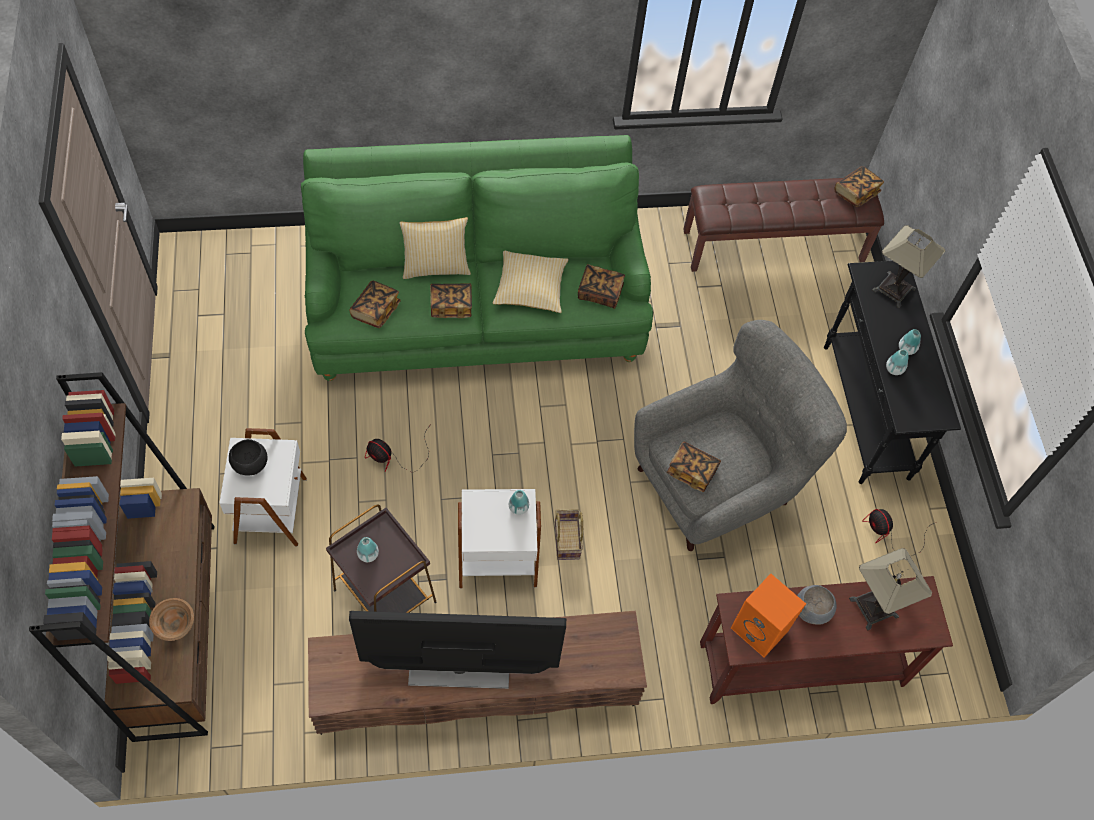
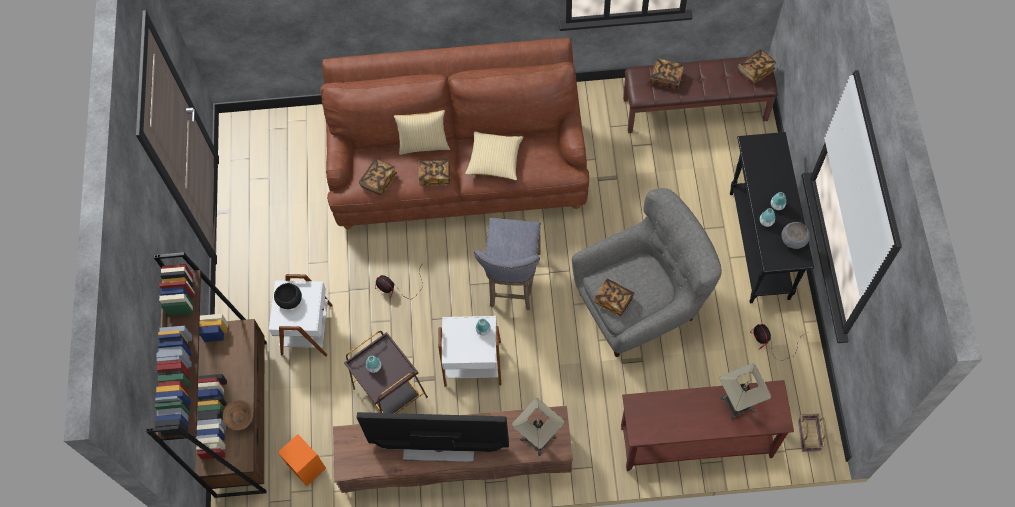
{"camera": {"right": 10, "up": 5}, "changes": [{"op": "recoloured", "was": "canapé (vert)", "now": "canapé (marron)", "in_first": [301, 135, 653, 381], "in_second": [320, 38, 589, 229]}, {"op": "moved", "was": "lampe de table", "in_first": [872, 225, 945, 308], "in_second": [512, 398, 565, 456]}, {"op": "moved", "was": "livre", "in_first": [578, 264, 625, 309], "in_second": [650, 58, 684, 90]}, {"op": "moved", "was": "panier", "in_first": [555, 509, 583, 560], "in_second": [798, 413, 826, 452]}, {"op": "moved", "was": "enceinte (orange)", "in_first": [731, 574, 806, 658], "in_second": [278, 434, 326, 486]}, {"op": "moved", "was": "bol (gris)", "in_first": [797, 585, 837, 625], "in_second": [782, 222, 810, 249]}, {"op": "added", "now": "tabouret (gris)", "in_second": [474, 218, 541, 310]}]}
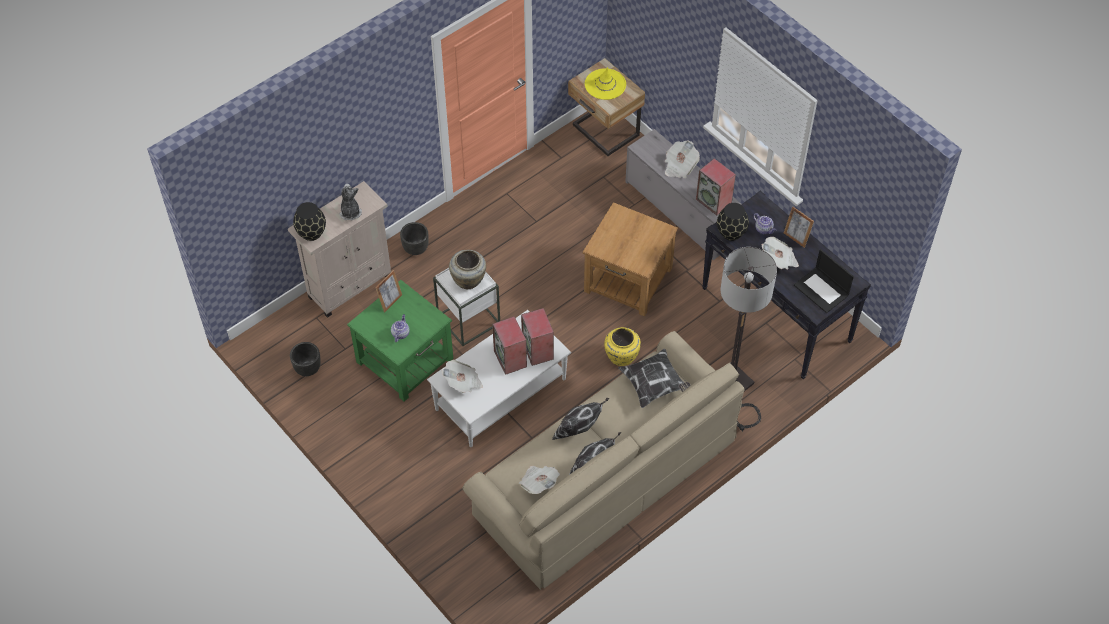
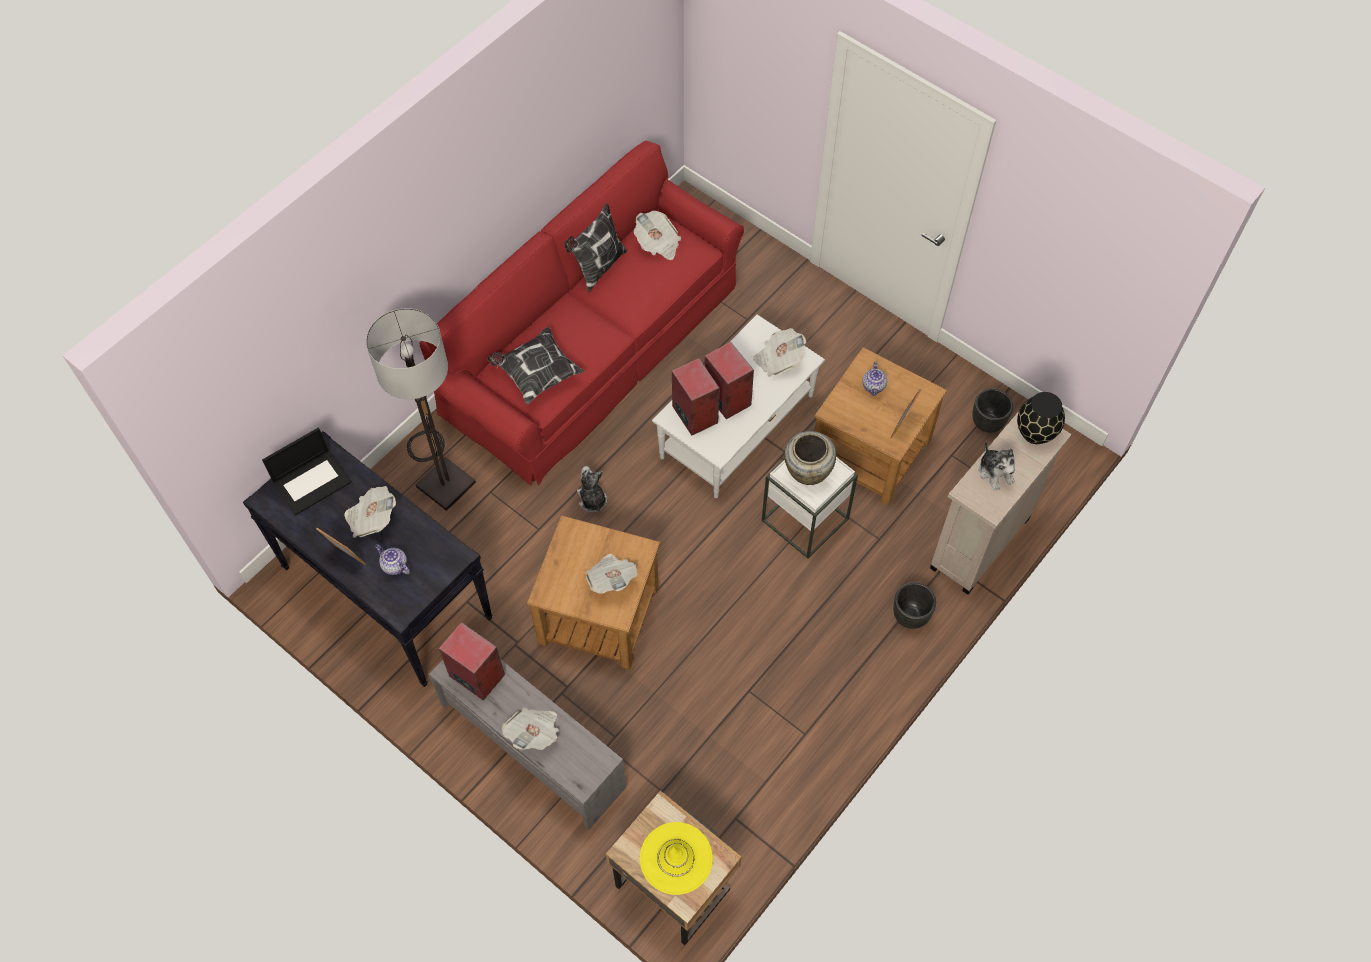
{"camera": {"right": 170, "up": 5}, "changes": [{"op": "removed", "was": "vase (noir)", "in_first": [717, 203, 749, 241]}, {"op": "turned", "was": "ordinateur portable", "in_first": [794, 249, 854, 313], "in_second": [262, 428, 351, 516], "clockwise": 105}, {"op": "recoloured", "was": "table d'appoint (vert)", "now": "table d'appoint (marron)", "in_first": [347, 280, 453, 402], "in_second": [814, 348, 947, 506]}, {"op": "replaced", "was": "vase (jaune)", "now": "peluche", "in_first": [604, 327, 641, 366], "in_second": [577, 466, 607, 513]}, {"op": "recoloured", "was": "canapé (beige)", "now": "canapé (rouge)", "in_first": [463, 331, 745, 590], "in_second": [420, 141, 744, 486]}, {"op": "removed", "was": "coussin", "in_first": [552, 398, 610, 440]}, {"op": "added", "now": "journal", "in_second": [585, 554, 637, 594]}]}
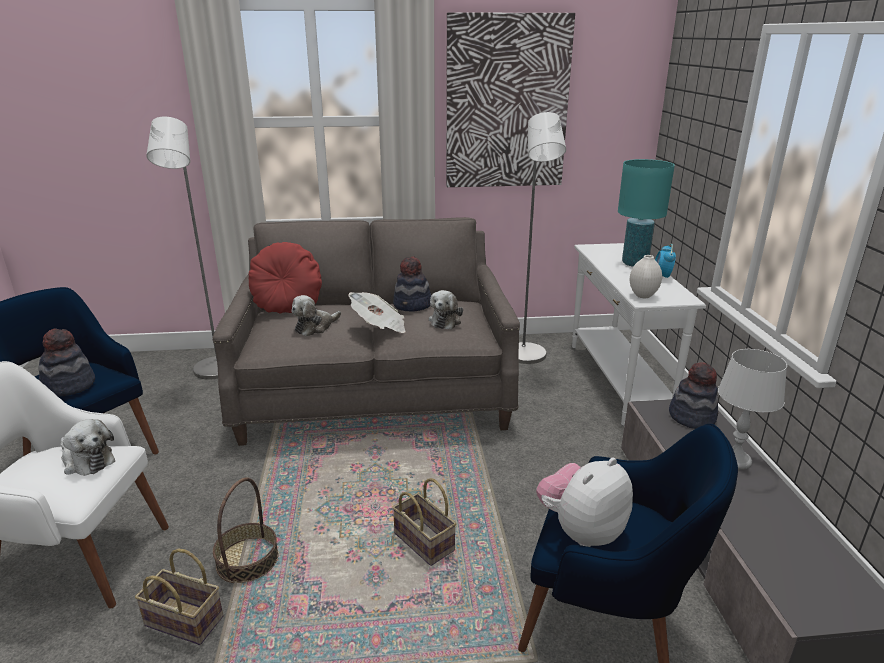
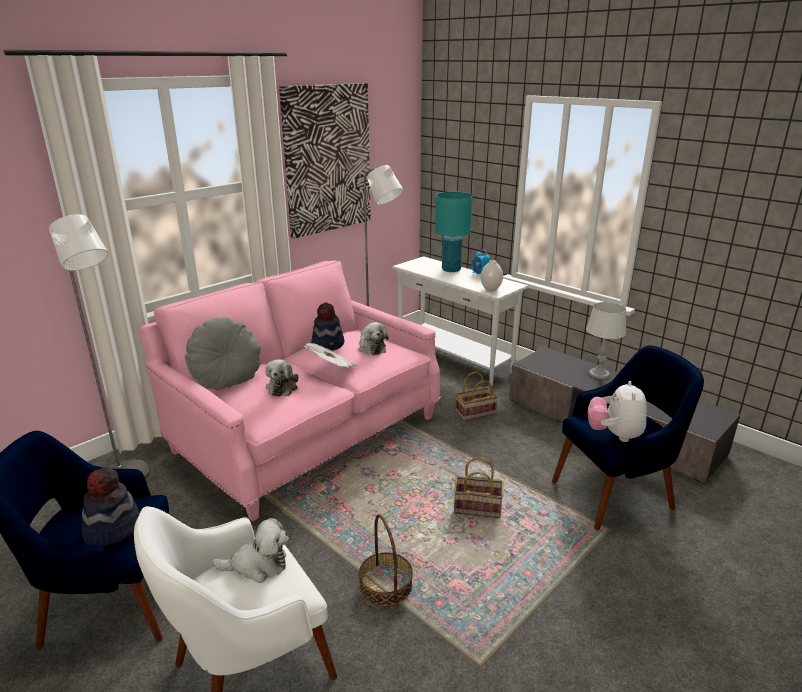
{"camera": {"right": -40, "up": 0}, "changes": [{"op": "recoloured", "was": "canapé (gris)", "now": "canapé (rose)", "in_first": [213, 217, 520, 446], "in_second": [139, 261, 441, 522]}, {"op": "recoloured", "was": "coussin (rouge)", "now": "coussin (gris)", "in_first": [249, 242, 322, 313], "in_second": [185, 317, 261, 390]}, {"op": "removed", "was": "chapeau", "in_first": [669, 362, 719, 429]}, {"op": "moved", "was": "panier", "in_first": [135, 548, 224, 645], "in_second": [455, 372, 498, 421]}]}
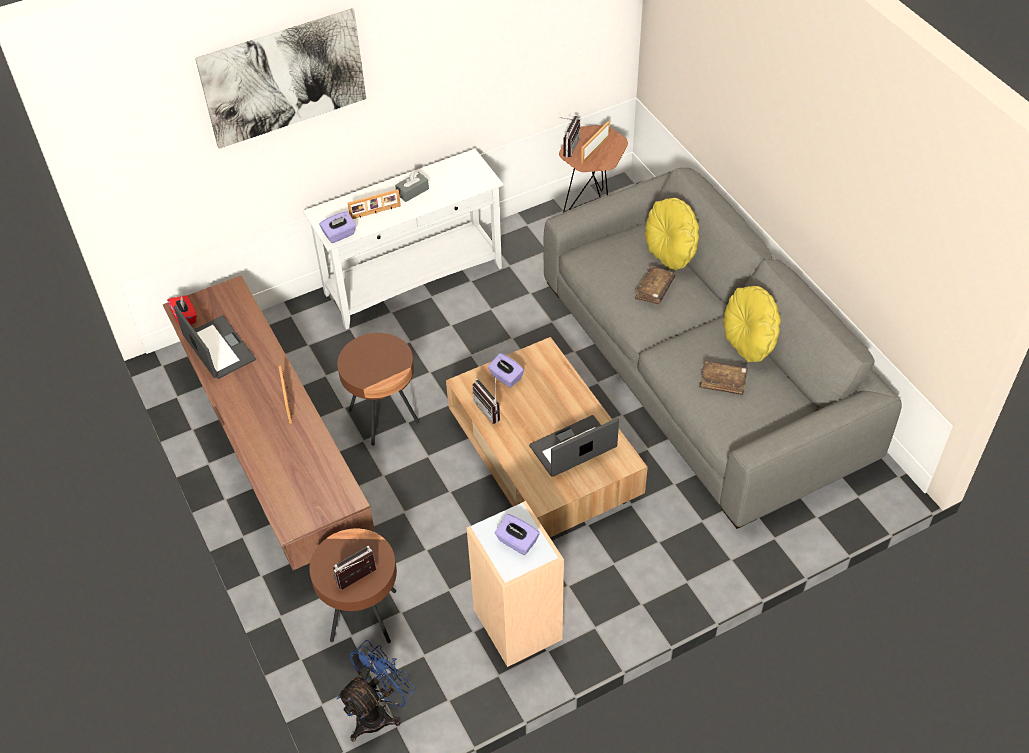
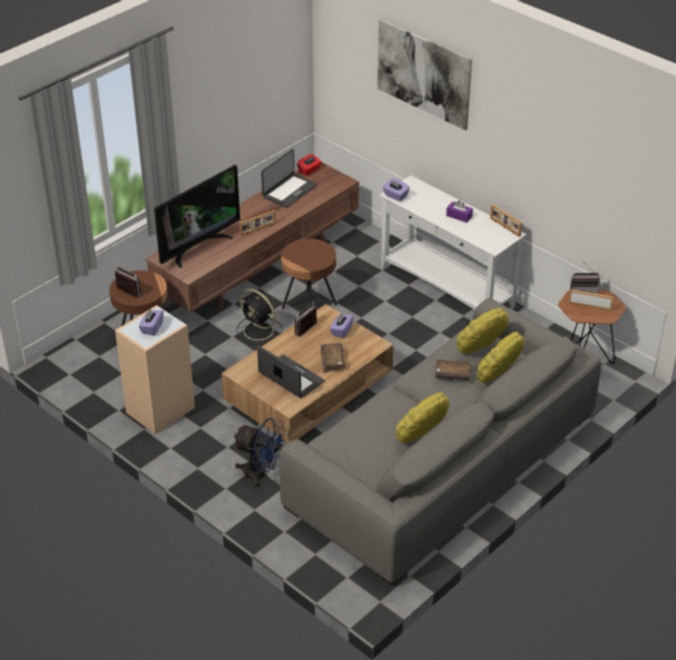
{"camera": {"right": 70, "up": -10}, "changes": [{"op": "recoloured", "was": "boîte à mouchoirs (gris)", "now": "boîte à mouchoirs (violet)", "in_first": [395, 172, 429, 202], "in_second": [446, 200, 473, 223]}, {"op": "moved", "was": "cadre photo", "in_first": [348, 189, 401, 219], "in_second": [490, 204, 522, 237]}, {"op": "moved", "was": "livre (marron)", "in_first": [699, 360, 748, 395], "in_second": [320, 343, 345, 373]}, {"op": "moved", "was": "ventilateur (bleu)", "in_first": [337, 640, 416, 742], "in_second": [233, 418, 286, 487]}, {"op": "added", "now": "téléviseur", "in_second": [154, 165, 240, 268]}, {"op": "added", "now": "ventilateur (noir)", "in_second": [236, 289, 282, 346]}, {"op": "added", "now": "coussin (jaune)", "in_second": [457, 308, 509, 354]}]}
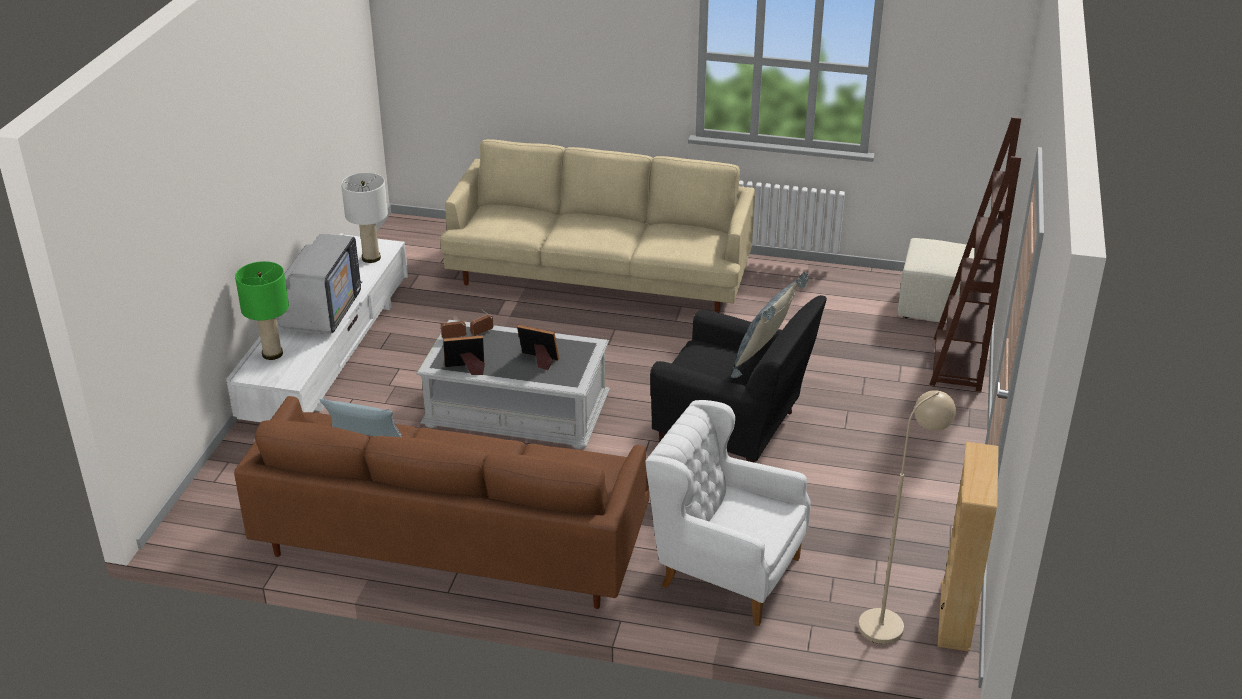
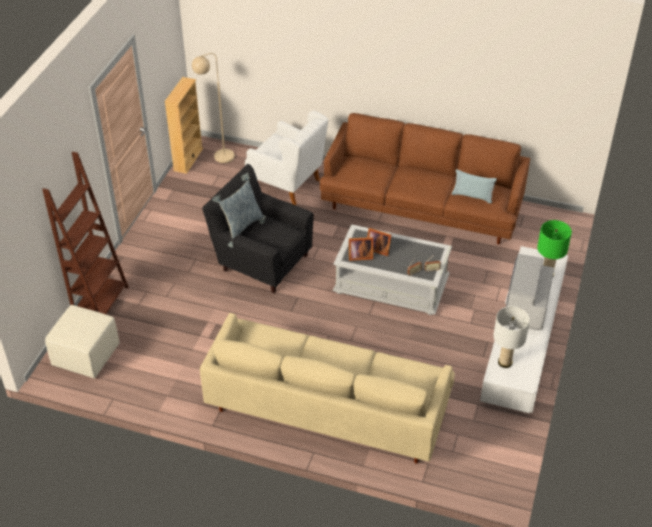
{"camera": {"right": -175, "up": 10}, "changes": [{"op": "moved", "was": "cadre photo", "in_first": [443, 335, 485, 375], "in_second": [349, 237, 373, 261]}]}
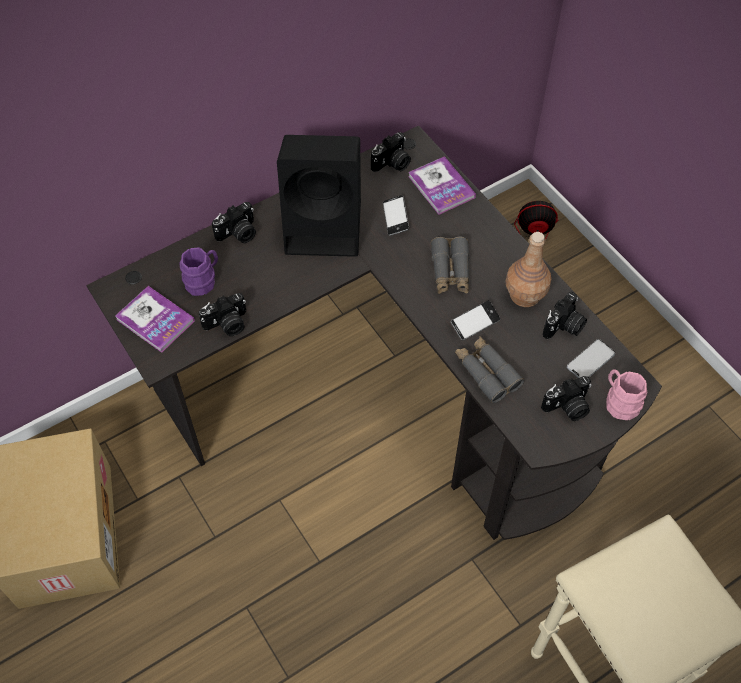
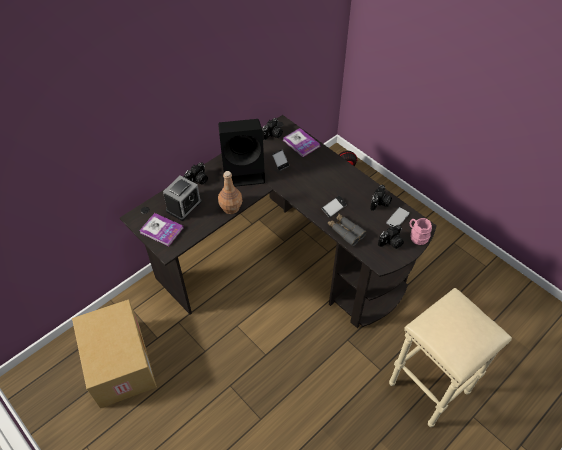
{"camera": {"right": -10, "up": -5}, "changes": [{"op": "moved", "was": "bouteille (marron)", "in_first": [505, 232, 551, 307], "in_second": [218, 171, 242, 214]}, {"op": "removed", "was": "jumelles (gris)", "in_first": [430, 237, 470, 294]}, {"op": "replaced", "was": "mug (violet)", "now": "réveil", "in_first": [180, 247, 218, 296], "in_second": [163, 176, 202, 221]}, {"op": "removed", "was": "appareil photo", "in_first": [198, 293, 246, 336]}]}
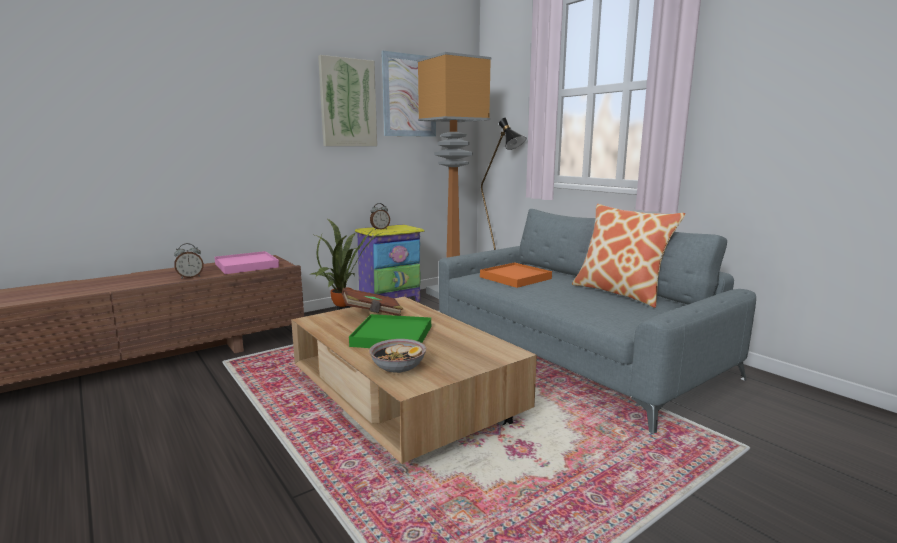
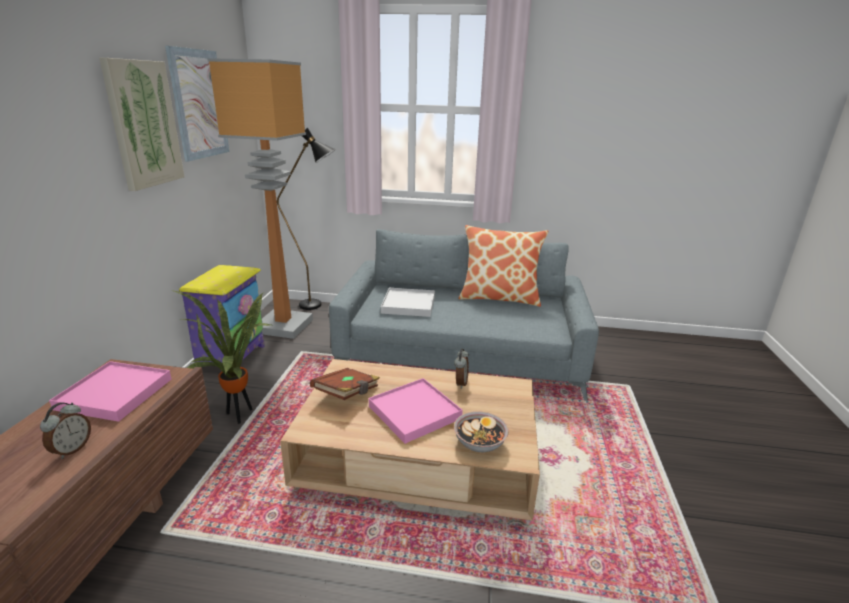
{"camera": {"right": -45, "up": 10}, "changes": [{"op": "moved", "was": "réveil", "in_first": [370, 203, 390, 230], "in_second": [454, 349, 469, 389]}, {"op": "recoloured", "was": "plateau (orange)", "now": "plateau (blanc)", "in_first": [480, 262, 552, 288], "in_second": [381, 288, 435, 317]}, {"op": "recoloured", "was": "plateau (vert)", "now": "plateau (rose)", "in_first": [349, 314, 431, 348], "in_second": [369, 378, 463, 444]}]}
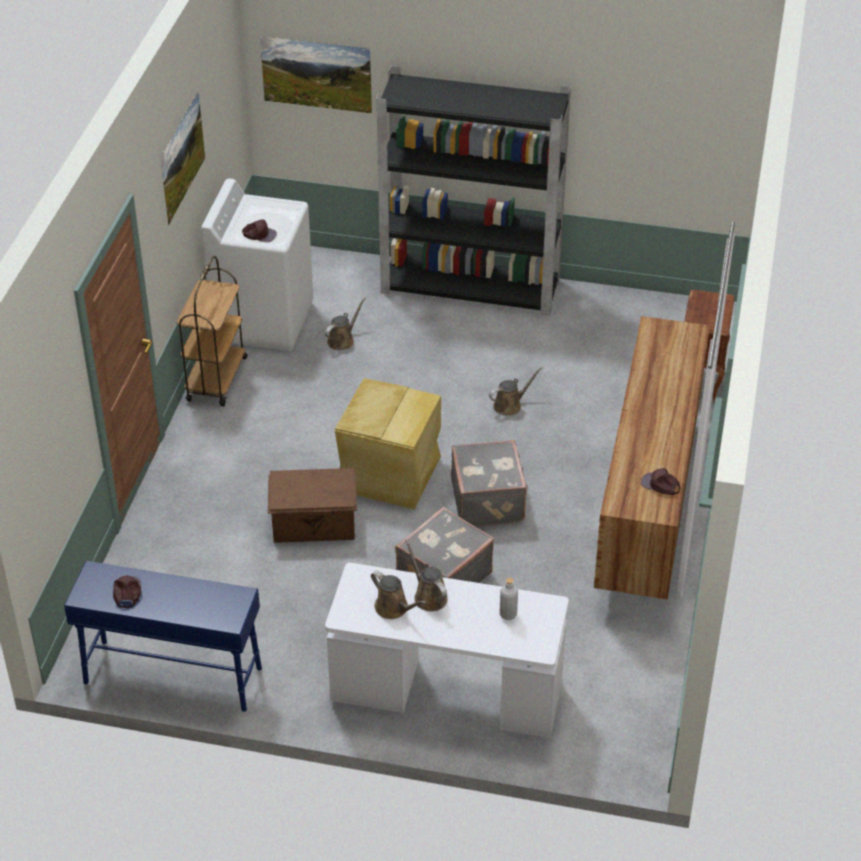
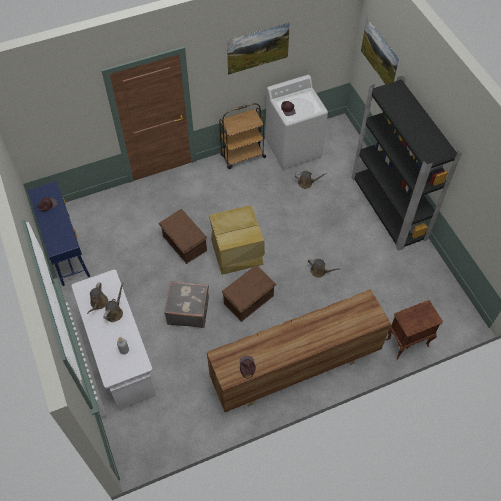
{"camera": {"right": 55, "up": 15}, "changes": [{"op": "replaced", "was": "valise (gris)", "now": "boîte de rangement (marron)", "in_first": [451, 440, 528, 527], "in_second": [222, 265, 277, 322]}]}
